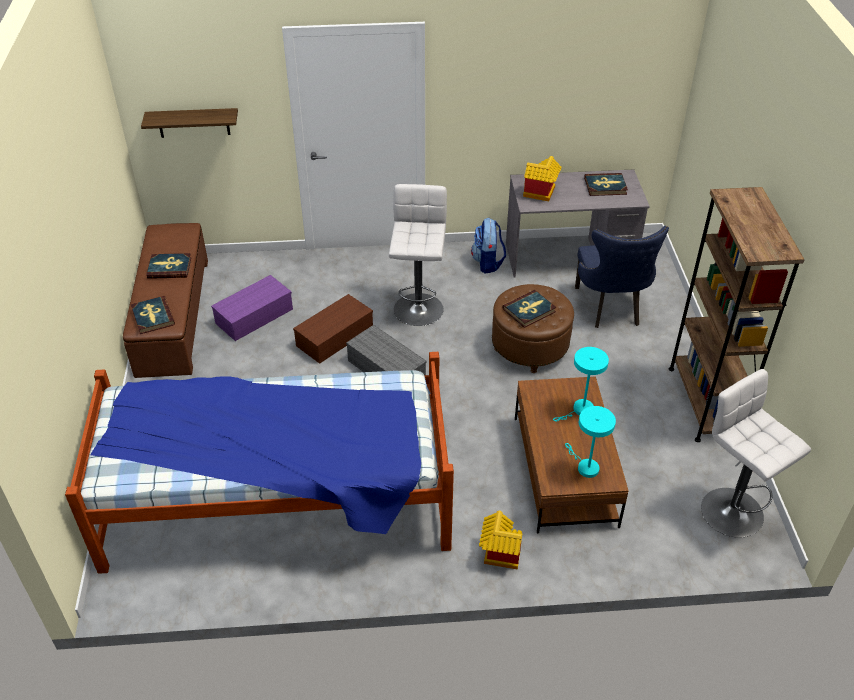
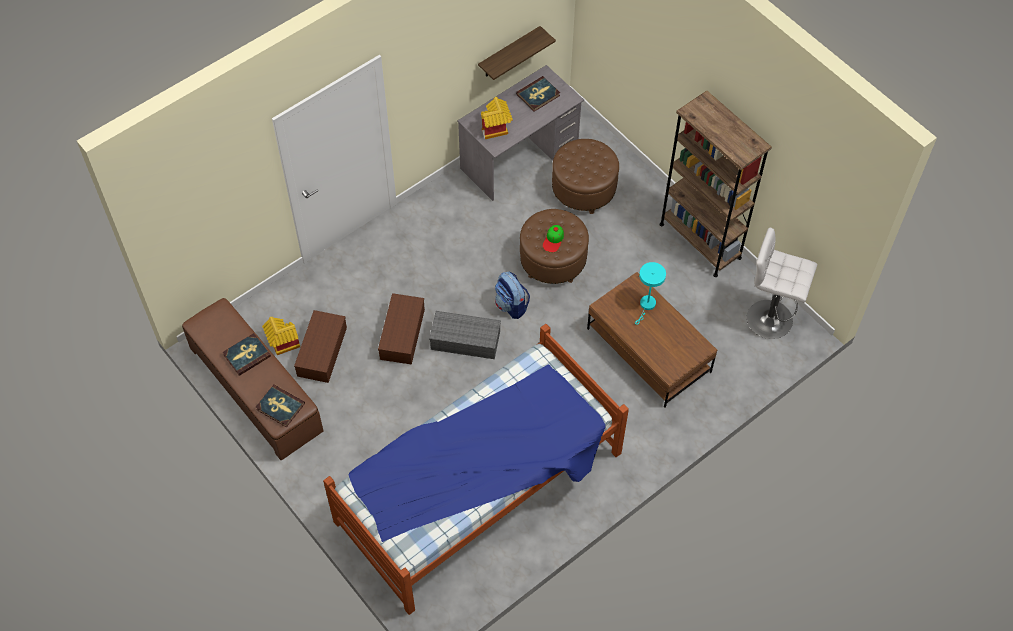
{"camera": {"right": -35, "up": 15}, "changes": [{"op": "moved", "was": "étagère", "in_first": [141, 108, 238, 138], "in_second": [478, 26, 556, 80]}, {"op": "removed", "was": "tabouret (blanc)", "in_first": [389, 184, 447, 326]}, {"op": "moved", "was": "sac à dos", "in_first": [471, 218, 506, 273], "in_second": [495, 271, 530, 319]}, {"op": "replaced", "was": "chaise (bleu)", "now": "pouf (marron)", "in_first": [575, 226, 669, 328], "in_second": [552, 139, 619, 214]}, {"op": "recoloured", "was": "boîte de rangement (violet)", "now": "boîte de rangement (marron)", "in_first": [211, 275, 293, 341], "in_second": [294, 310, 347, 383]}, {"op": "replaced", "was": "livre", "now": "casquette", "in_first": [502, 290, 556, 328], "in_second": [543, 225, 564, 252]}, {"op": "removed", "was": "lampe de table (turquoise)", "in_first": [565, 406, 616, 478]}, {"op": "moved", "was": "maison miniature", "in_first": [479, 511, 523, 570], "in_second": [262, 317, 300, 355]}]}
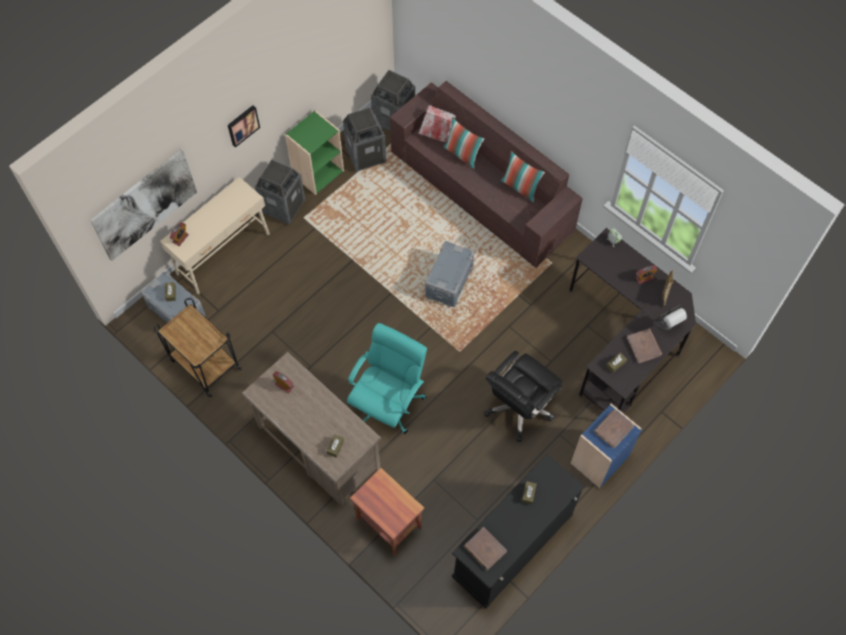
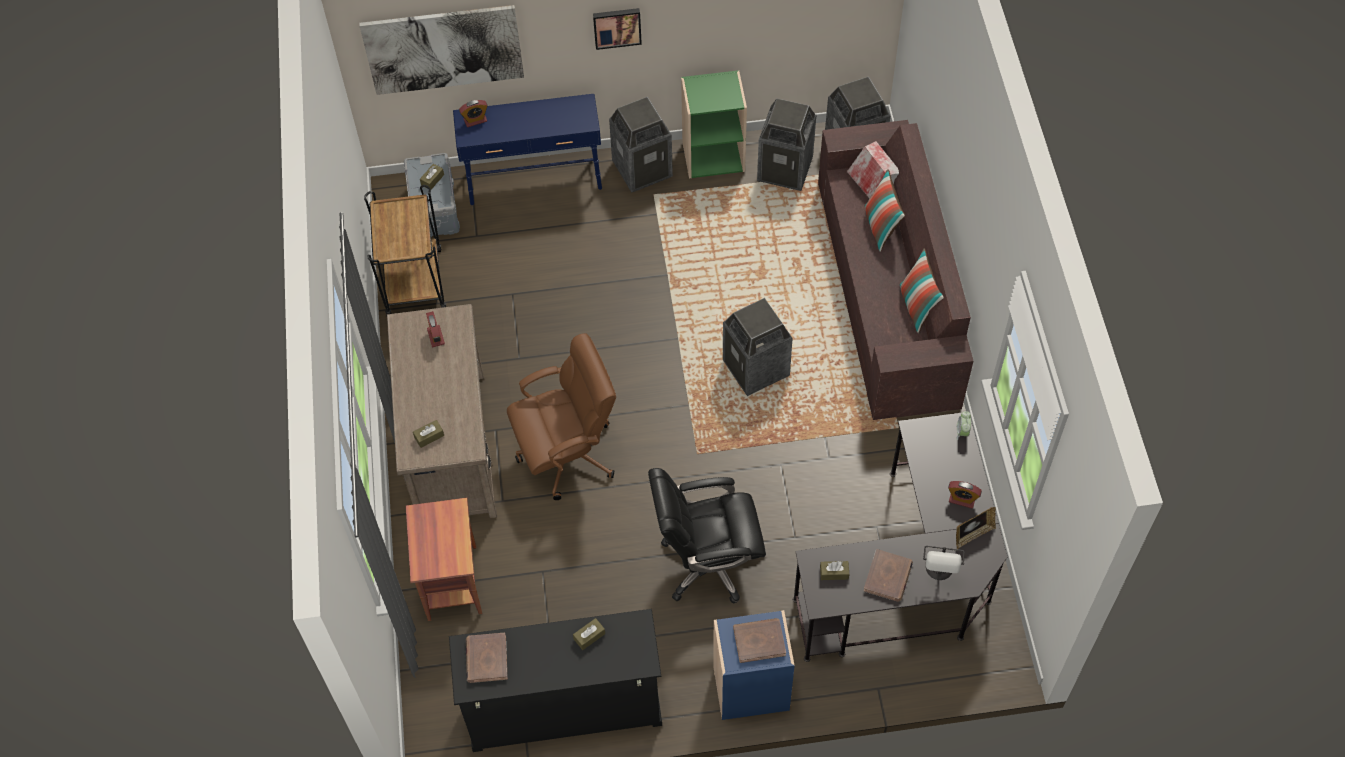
{"camera": {"right": 40, "up": -5}, "changes": [{"op": "recoloured", "was": "table console (beige)", "now": "table console (bleu)", "in_first": [160, 177, 270, 294], "in_second": [453, 94, 602, 205]}, {"op": "replaced", "was": "boîte de rangement (gris)", "now": "poubelle", "in_first": [425, 241, 474, 307], "in_second": [723, 298, 793, 396]}, {"op": "recoloured", "was": "chaise de bureau (turquoise)", "now": "chaise de bureau (marron)", "in_first": [347, 323, 427, 434], "in_second": [507, 333, 616, 500]}]}
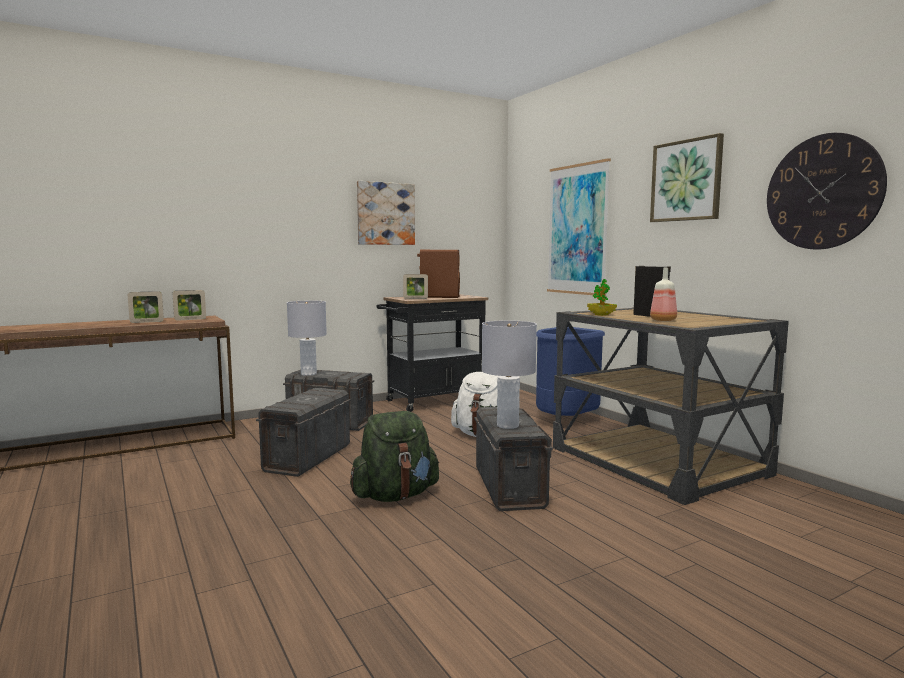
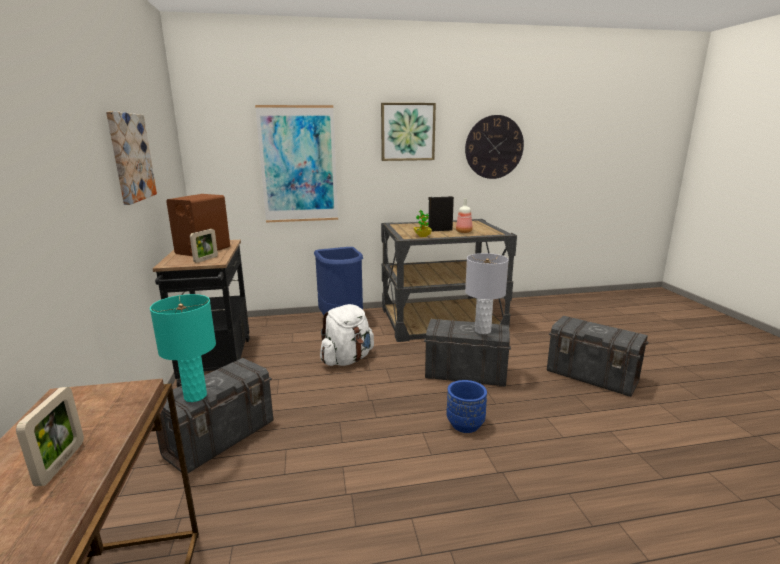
{"camera": {"right": -70, "up": 10}, "changes": [{"op": "removed", "was": "cadre photo", "in_first": [173, 290, 206, 321]}, {"op": "recoloured", "was": "lampe de table (gris)", "now": "lampe de table (turquoise)", "in_first": [287, 301, 327, 376], "in_second": [150, 294, 216, 402]}, {"op": "moved", "was": "boîte de rangement (gris)", "in_first": [256, 388, 351, 477], "in_second": [547, 316, 648, 397]}, {"op": "replaced", "was": "sac à dos (vert)", "now": "cache-pot (bleu)", "in_first": [350, 411, 439, 502], "in_second": [447, 380, 487, 433]}]}
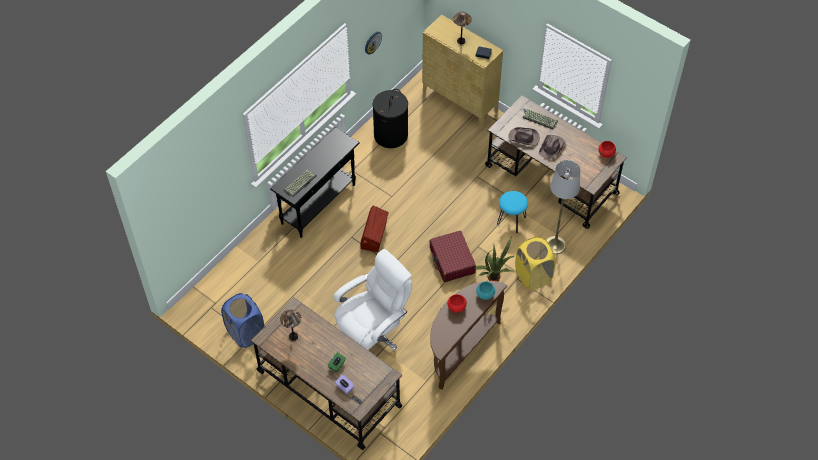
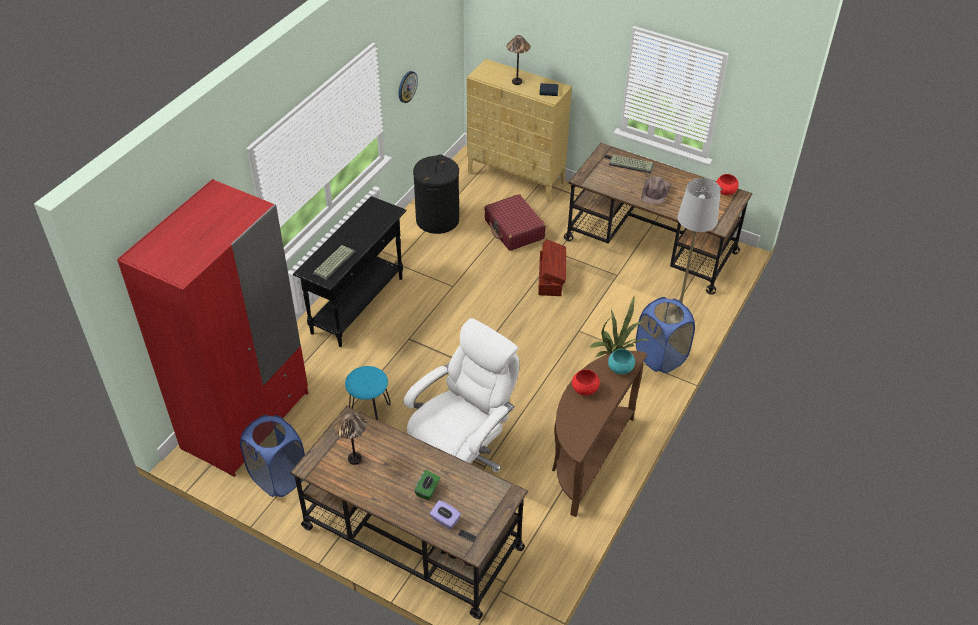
{"camera": {"right": -10, "up": -10}, "changes": [{"op": "removed", "was": "chapeau (marron)", "in_first": [509, 127, 540, 146]}, {"op": "moved", "was": "tabouret (turquoise)", "in_first": [497, 191, 528, 233], "in_second": [345, 366, 391, 420]}, {"op": "moved", "was": "boîte de rangement (marron)", "in_first": [360, 205, 389, 252], "in_second": [538, 239, 566, 296]}, {"op": "moved", "was": "valise (rouge)", "in_first": [429, 231, 476, 282], "in_second": [484, 194, 546, 251]}, {"op": "recoloured", "was": "panier à linge (jaune)", "now": "panier à linge (bleu)", "in_first": [515, 236, 556, 290], "in_second": [636, 297, 695, 373]}, {"op": "added", "now": "armoire (rouge)", "in_second": [117, 179, 309, 477]}]}
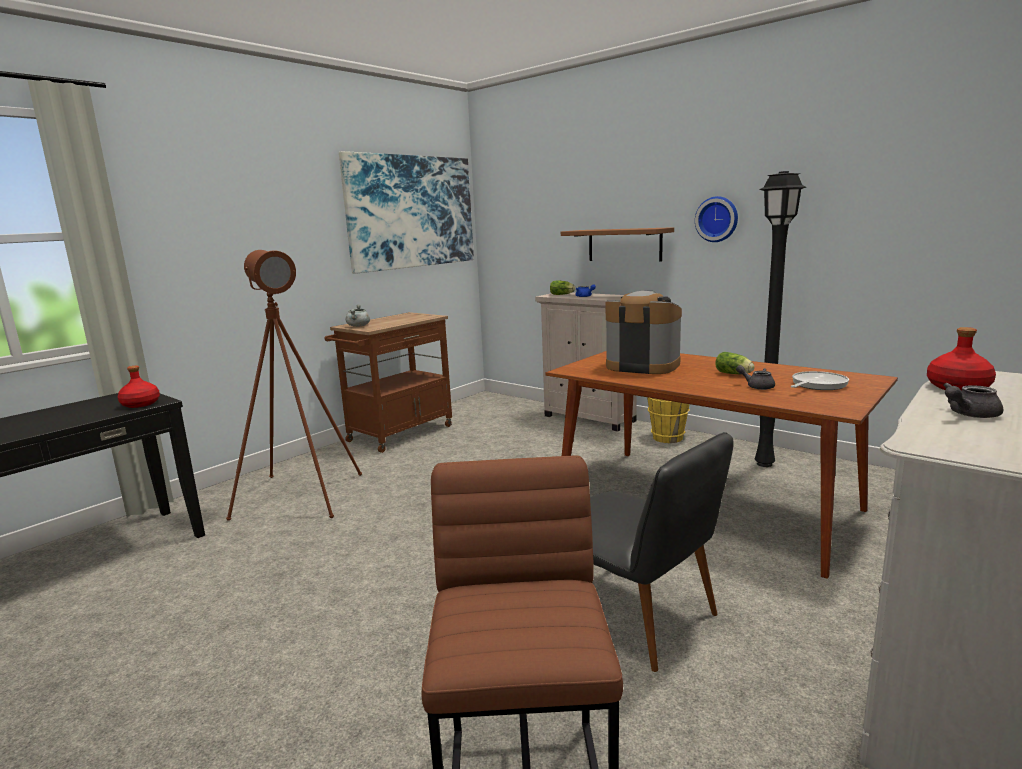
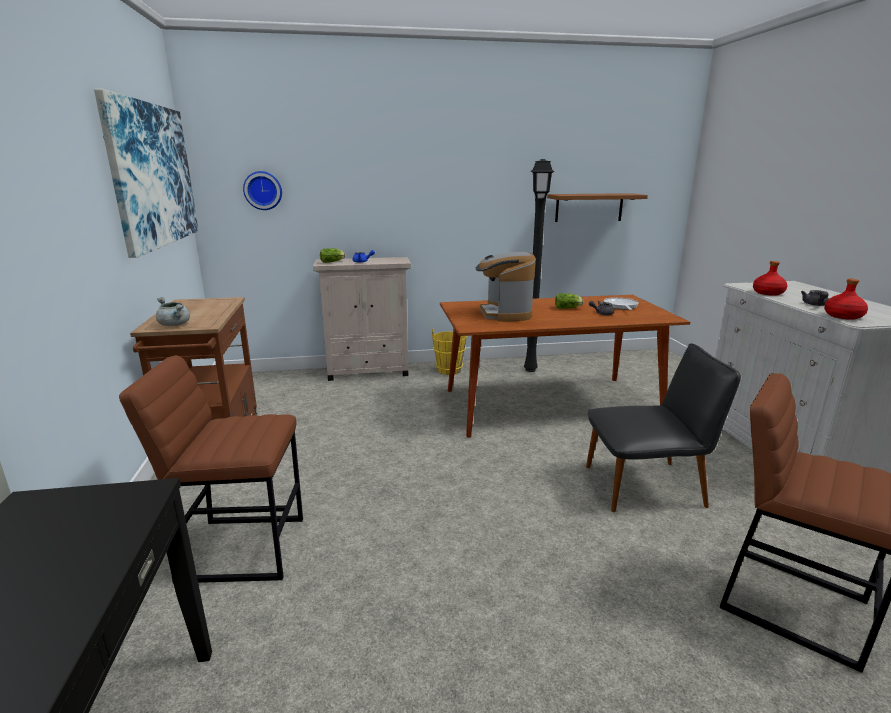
{"camera": {"right": -50, "up": 5}, "changes": [{"op": "moved", "was": "horloge murale", "in_first": [695, 196, 738, 242], "in_second": [243, 171, 282, 210]}, {"op": "moved", "was": "étagère (marron)", "in_first": [561, 227, 674, 262], "in_second": [547, 193, 648, 222]}, {"op": "replaced", "was": "lampadaire (marron)", "now": "chaise (marron)", "in_first": [226, 250, 362, 521], "in_second": [119, 355, 303, 583]}, {"op": "turned", "was": "machine à café", "in_first": [605, 291, 682, 374], "in_second": [476, 252, 536, 322], "clockwise": -75}, {"op": "moved", "was": "bouteille (rouge)", "in_first": [118, 366, 160, 408], "in_second": [824, 279, 868, 320]}]}
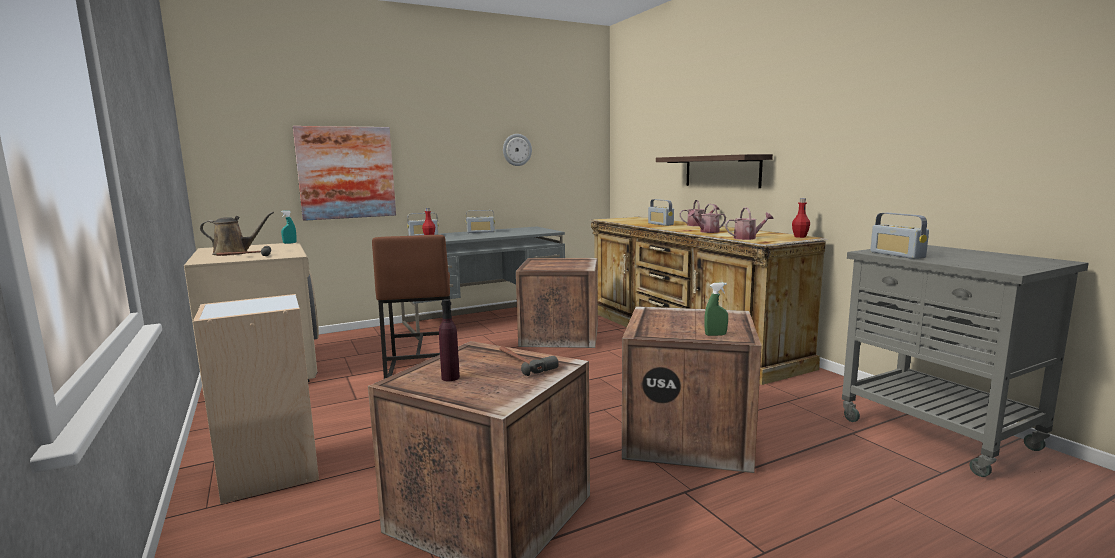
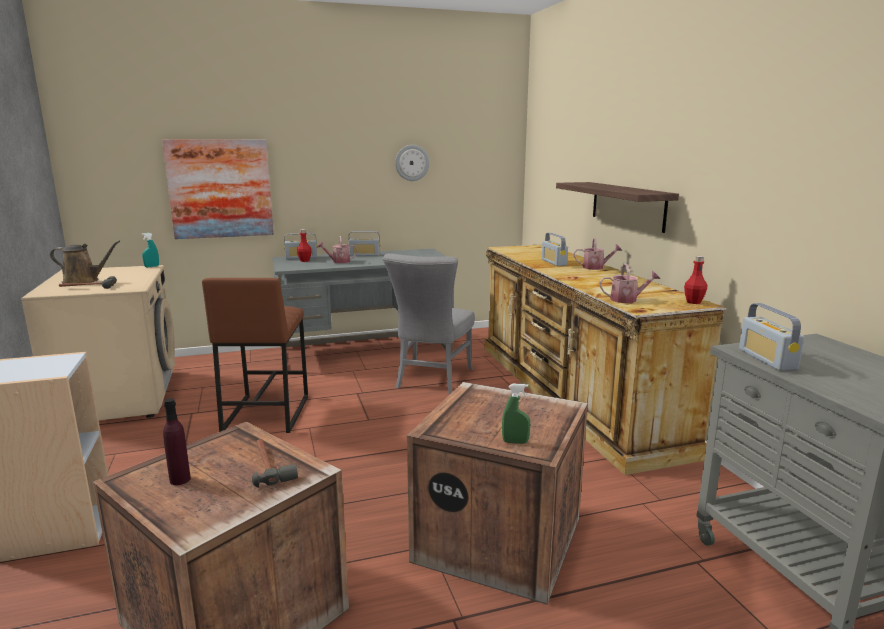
{"camera": {"right": 10, "up": 5}, "changes": [{"op": "moved", "was": "arrosoir", "in_first": [688, 204, 726, 233], "in_second": [317, 236, 358, 263]}, {"op": "replaced", "was": "caisse", "now": "chaise (gris)", "in_first": [516, 258, 598, 348], "in_second": [383, 253, 475, 394]}]}
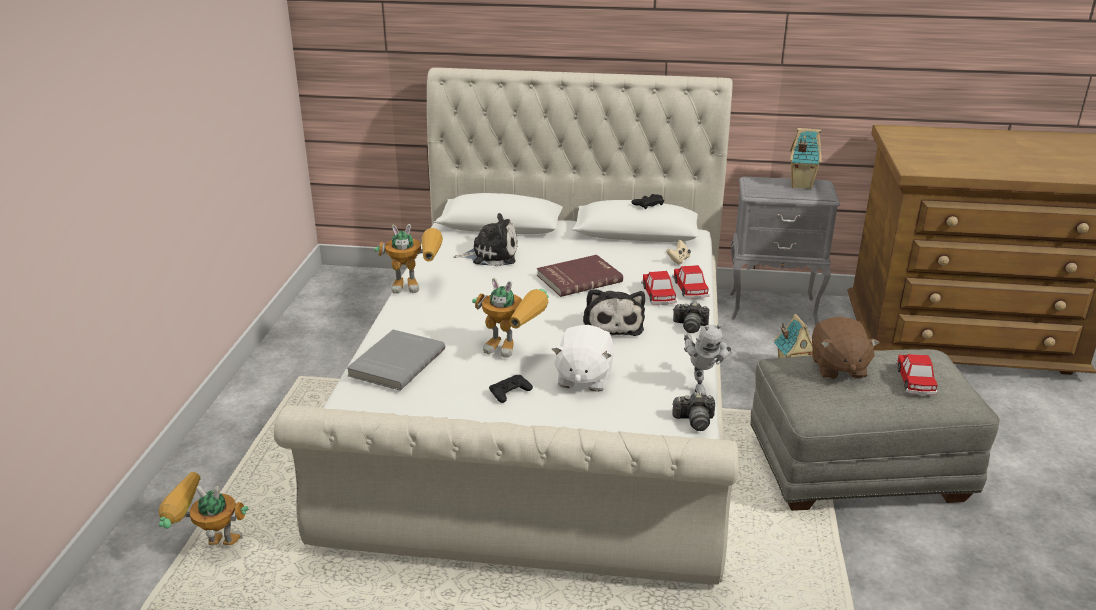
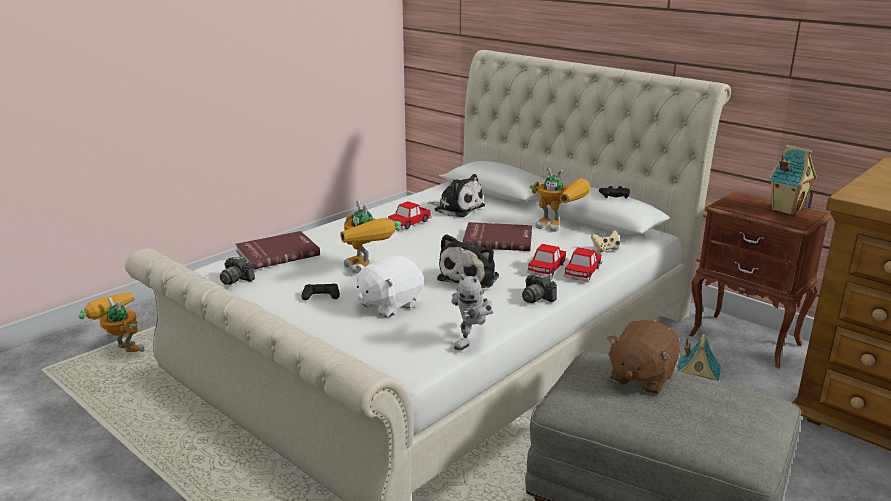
{"camera": {"right": 35, "up": -5}, "changes": [{"op": "recoloured", "was": "table de chevet (gris)", "now": "table de chevet (marron)", "in_first": [729, 176, 840, 325], "in_second": [689, 192, 831, 369]}, {"op": "moved", "was": "robot jouet", "in_first": [375, 224, 443, 294], "in_second": [530, 168, 590, 232]}, {"op": "recoloured", "was": "livre (gris)", "now": "livre (rouge)", "in_first": [347, 330, 445, 391], "in_second": [235, 231, 320, 269]}, {"op": "moved", "was": "petite voiture", "in_first": [895, 354, 937, 395], "in_second": [388, 201, 432, 229]}, {"op": "moved", "was": "appareil photo", "in_first": [672, 392, 715, 431], "in_second": [220, 256, 255, 285]}]}
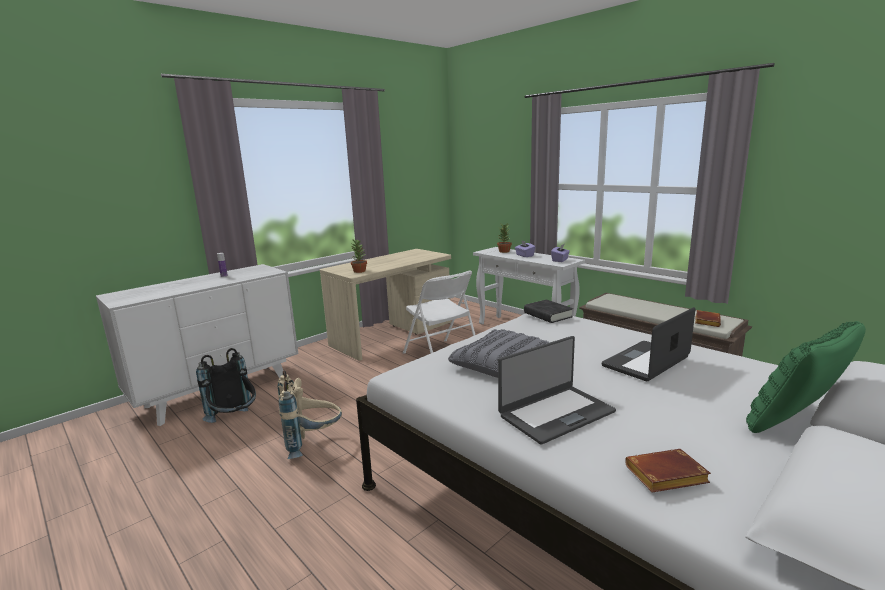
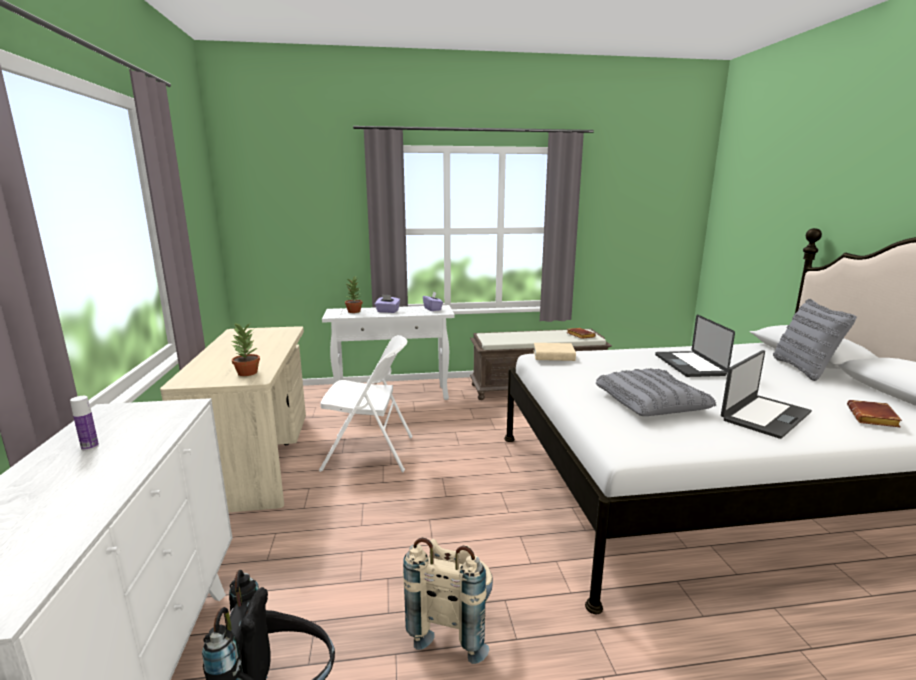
{"camera": {"right": -55, "up": 0}, "changes": [{"op": "recoloured", "was": "livre (noir)", "now": "livre (beige)", "in_first": [524, 299, 573, 323], "in_second": [534, 343, 576, 361]}, {"op": "recoloured", "was": "coussin (vert)", "now": "coussin (gris)", "in_first": [746, 321, 866, 433], "in_second": [773, 299, 857, 381]}, {"op": "turned", "was": "ordinateur portable", "in_first": [498, 336, 616, 445], "in_second": [721, 350, 812, 439], "clockwise": 45}]}
